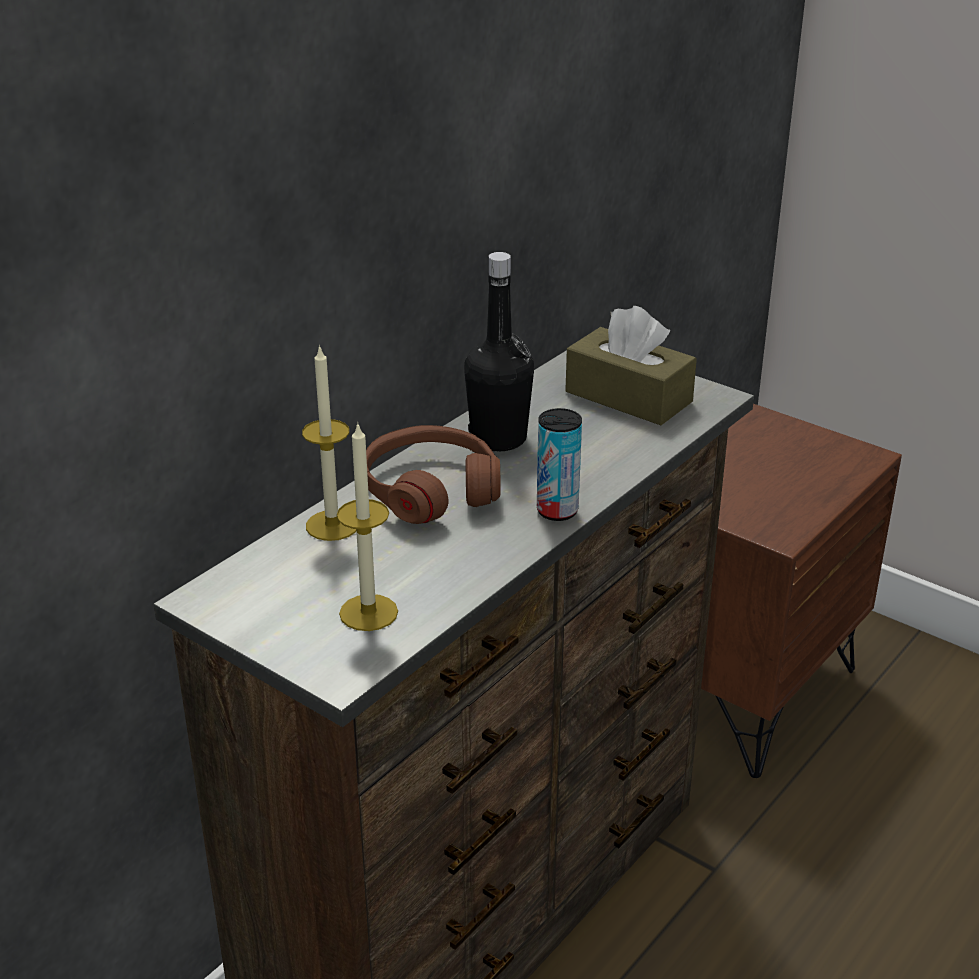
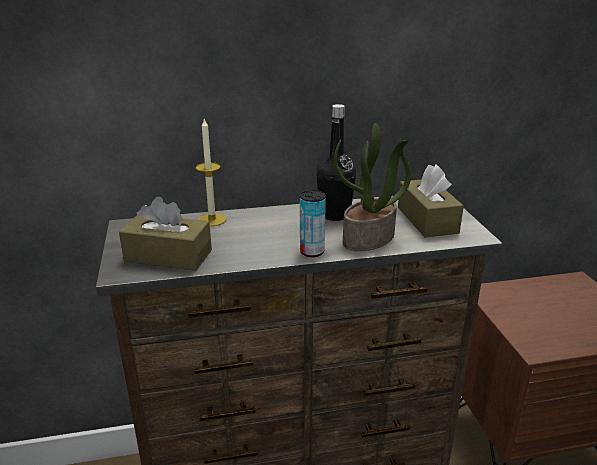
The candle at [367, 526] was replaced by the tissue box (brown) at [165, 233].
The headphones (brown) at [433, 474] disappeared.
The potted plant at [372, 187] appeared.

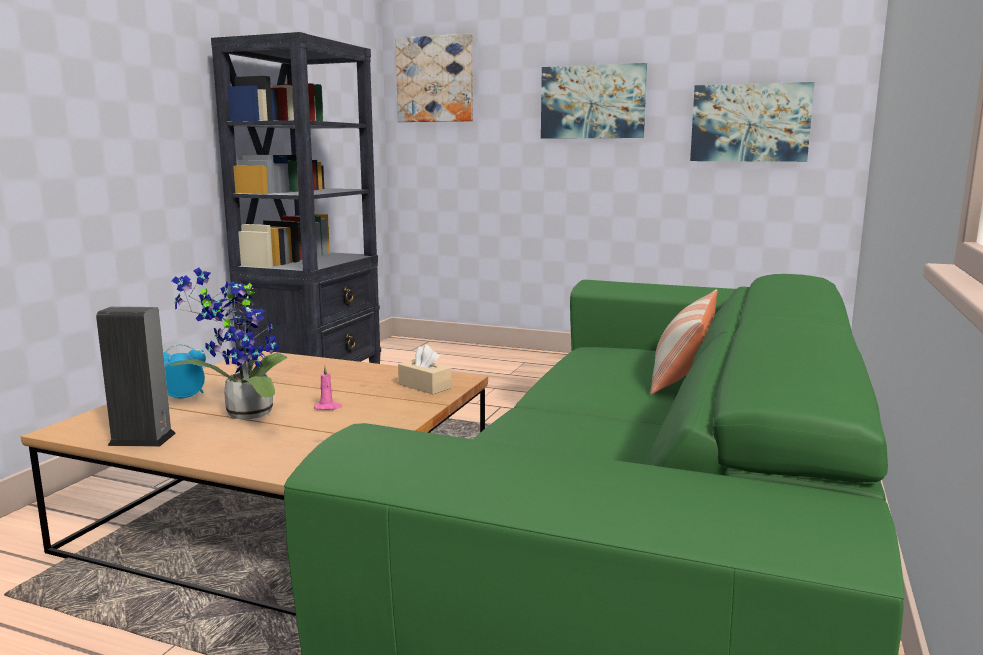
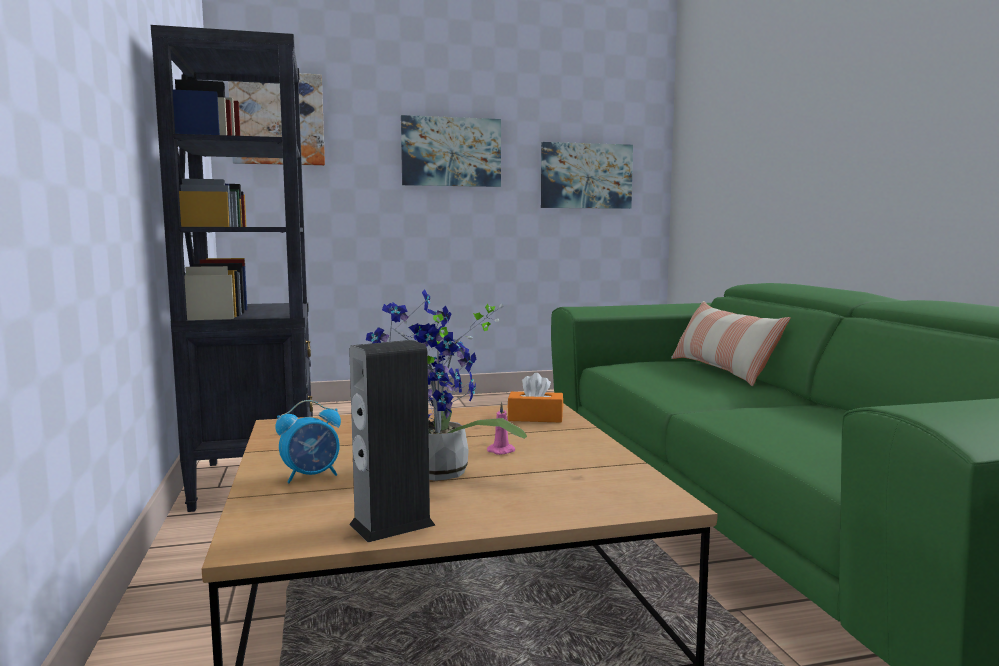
The alarm clock at [184, 371] turned 150 degrees counterclockwise.
The tissue box (beige) at [425, 369] became the tissue box (orange) at [535, 398].

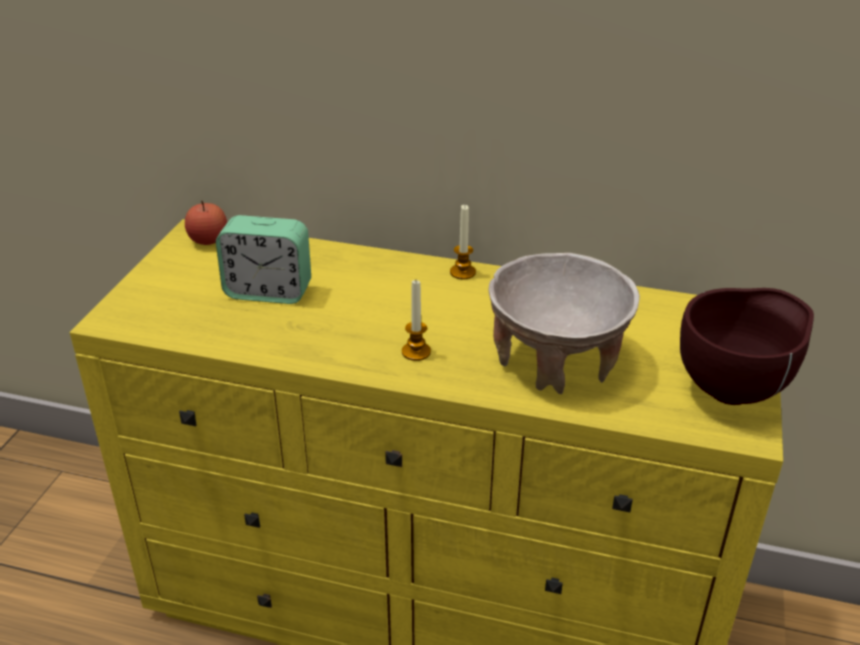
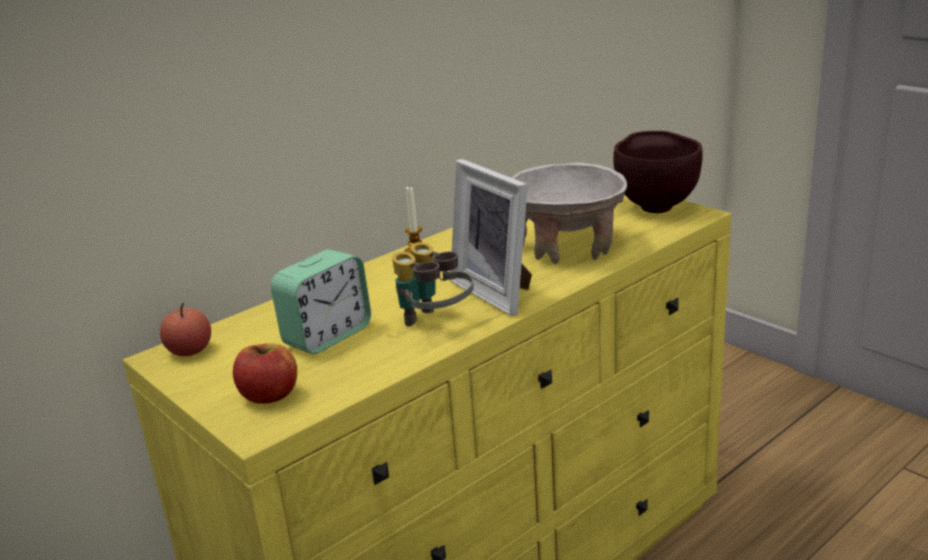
The candle at [416, 320] was replaced by the picture frame at [491, 237].
The apple at [265, 373] appeared.
The binoculars at [433, 284] appeared.

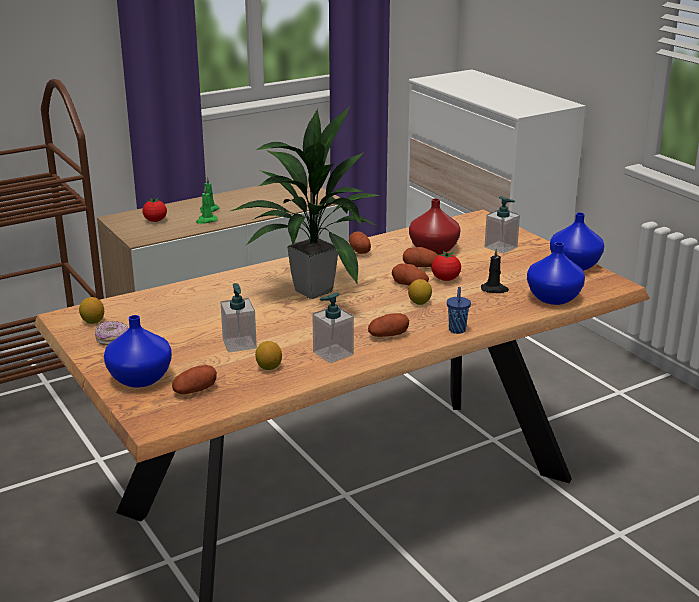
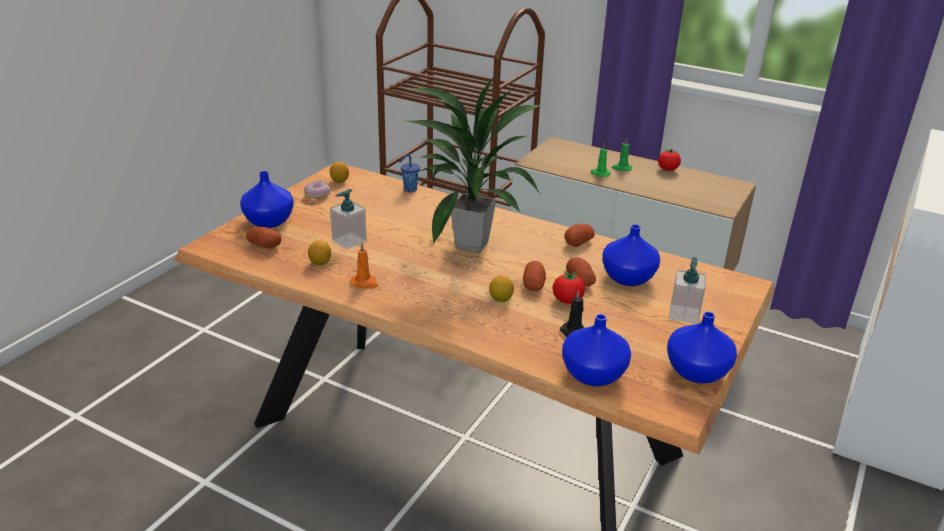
The tomato moved from [154, 210] to [669, 160].
The soap dispenser at [333, 327] was replaced by the candle (orange) at [364, 266].
The potato at [388, 325] disappeared.
The vase (red) at [435, 226] became the vase (blue) at [631, 255].
The cup (blue) moved from [459, 310] to [409, 173].

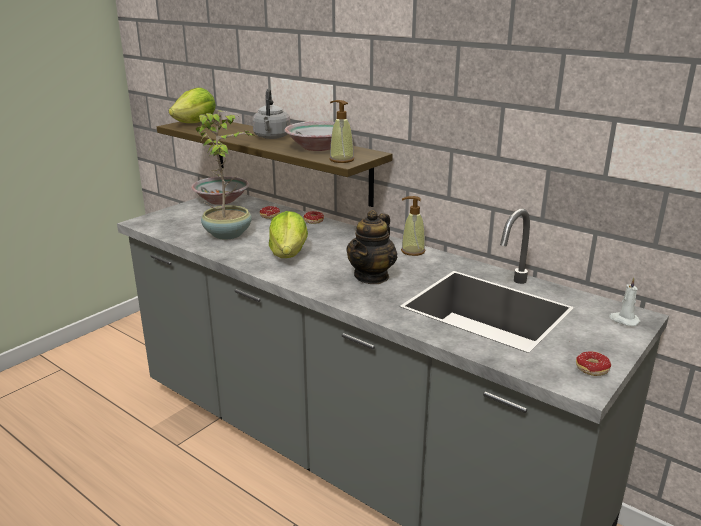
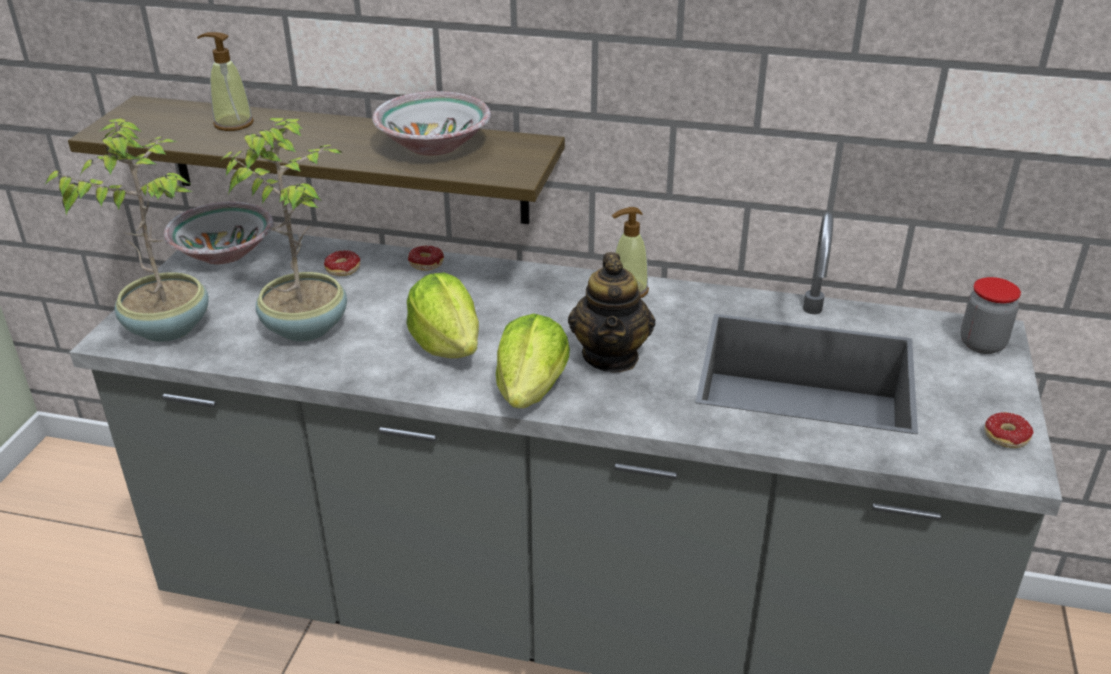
The lettuce moved from [192, 105] to [533, 361].
The kettle (grey) at [271, 114] disappeared.
The soap dispenser moved from [342, 131] to [225, 81].
The candle (white) at [625, 301] was replaced by the jar at [990, 315].
The potted plant at [127, 230] appeared.

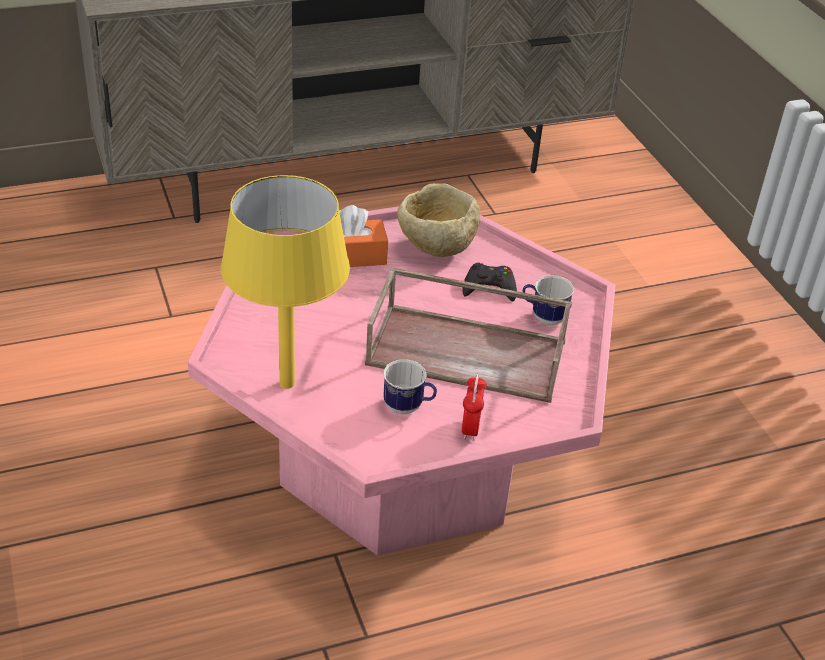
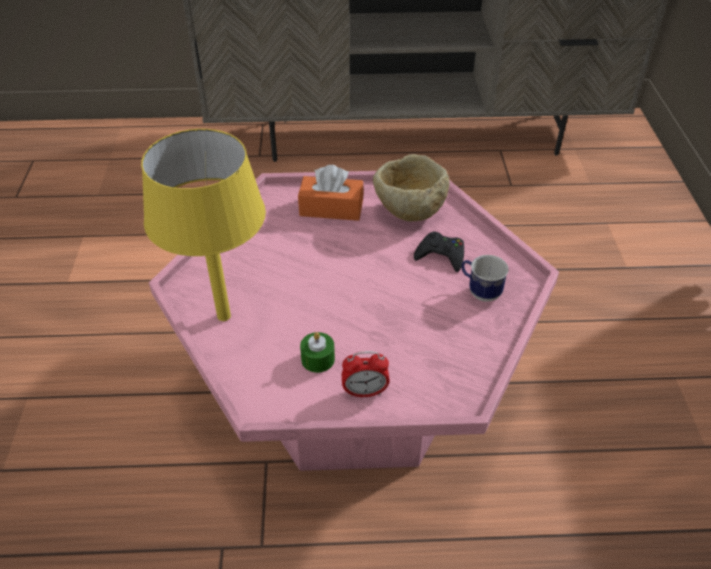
The tray (brown) at [468, 335] disappeared.
The mug at [410, 386] was replaced by the candle (green) at [317, 352].
The alarm clock at [474, 407] turned 60 degrees clockwise.

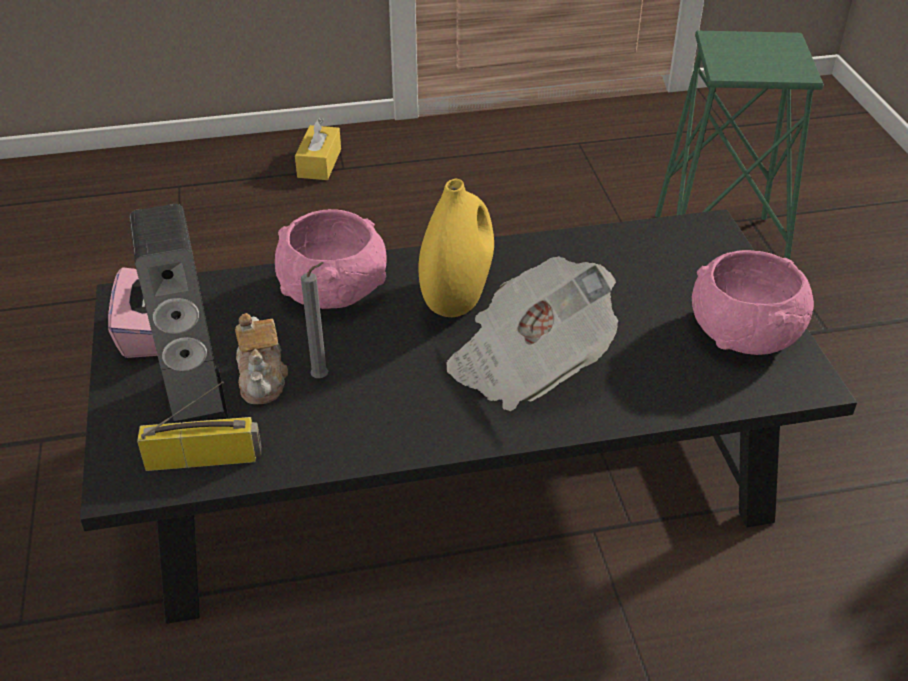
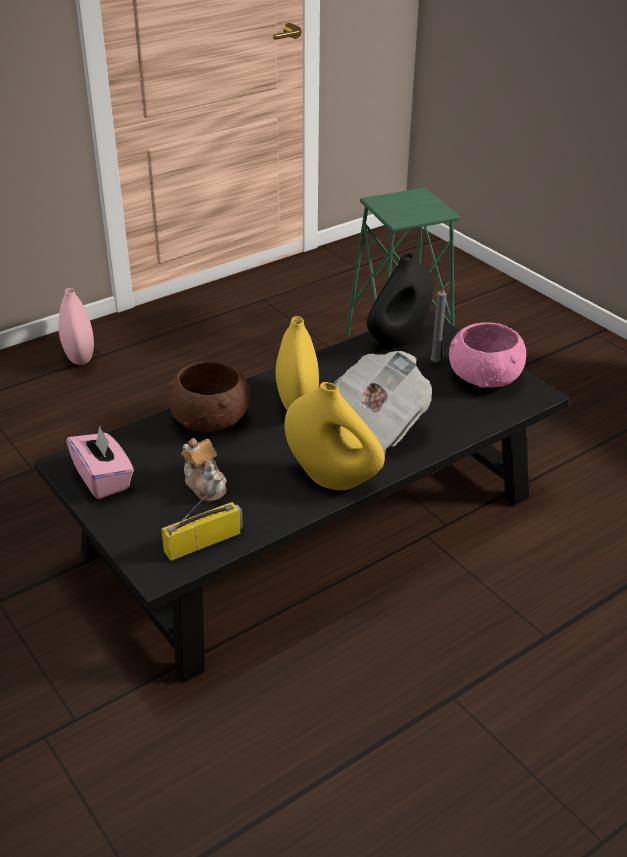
The speaker at [179, 313] disappeared.
The bowl (pink) at [331, 259] became the bowl (brown) at [209, 396].
The tissue box (yellow) at [318, 148] was replaced by the vase (pink) at [76, 326].
The candle (grey) moved from [314, 320] to [439, 322].
The vase (yellow) at [335, 436] appeared.
The vase (black) at [400, 300] appeared.

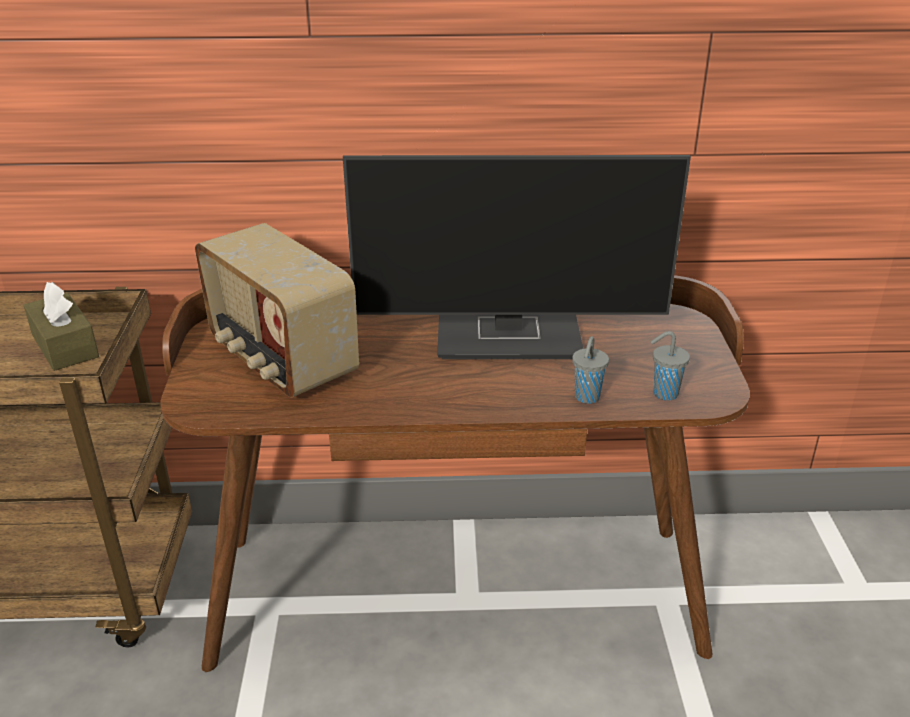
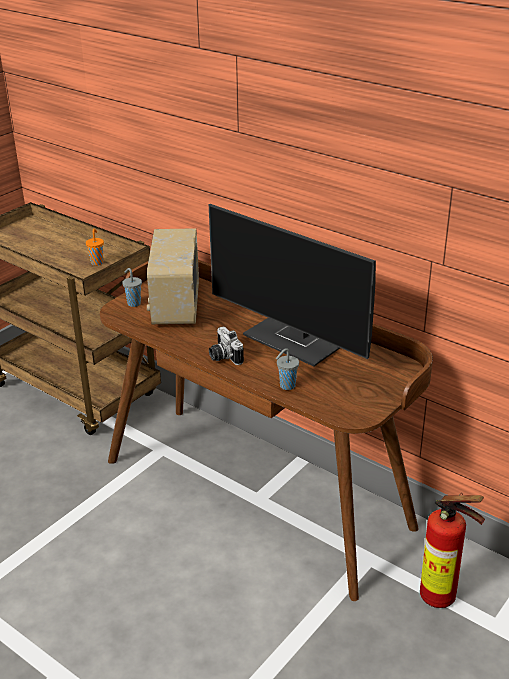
The tissue box (brown) at [61, 326] was replaced by the cup (orange) at [95, 247].
The cup (grey) moved from [670, 366] to [132, 287].
The photo camera at [226, 346] appeared.
The fire extinguisher at [452, 550] appeared.

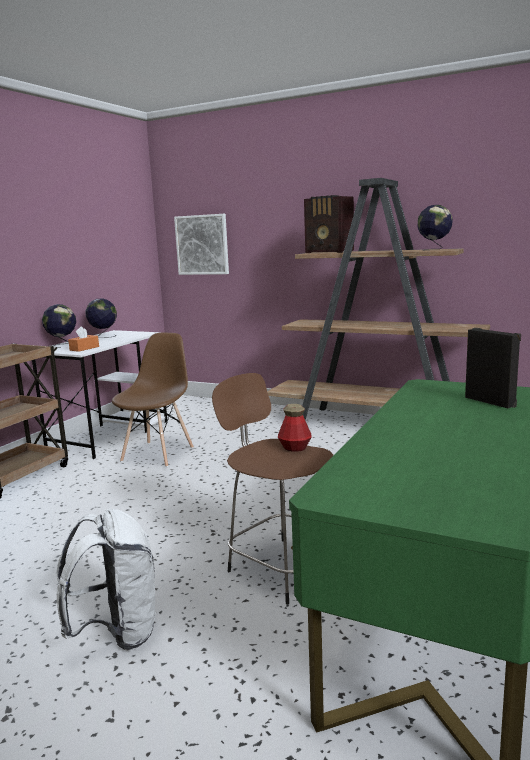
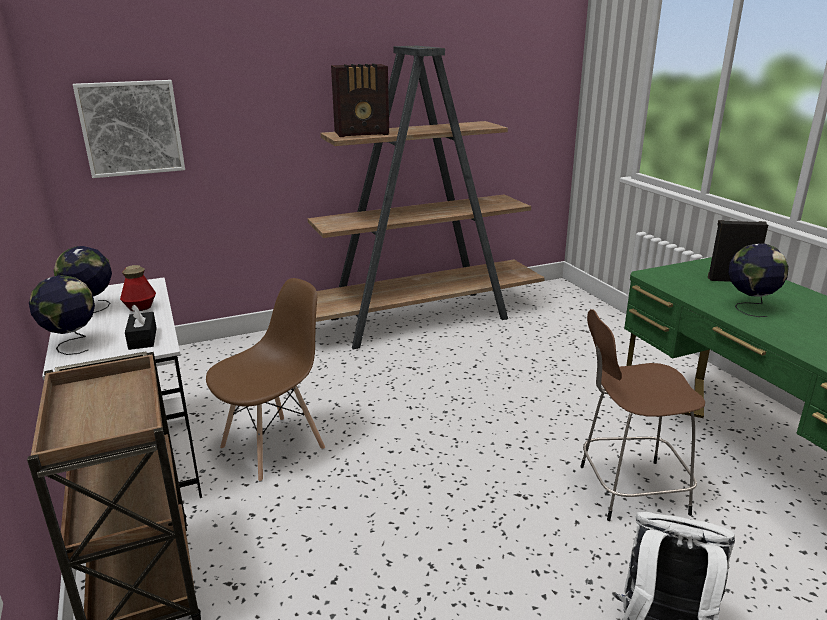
The tissue box (orange) at [83, 339] became the tissue box (black) at [141, 327].
The chair (brown) at [153, 400] turned 75 degrees clockwise.
The bottle moved from [294, 428] to [138, 288].
The globe moved from [435, 227] to [758, 280].

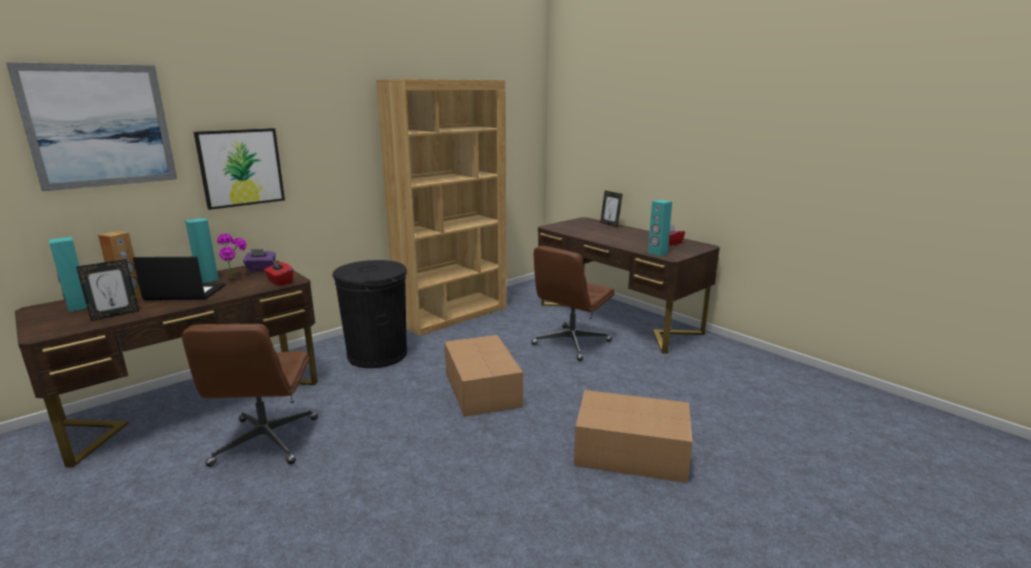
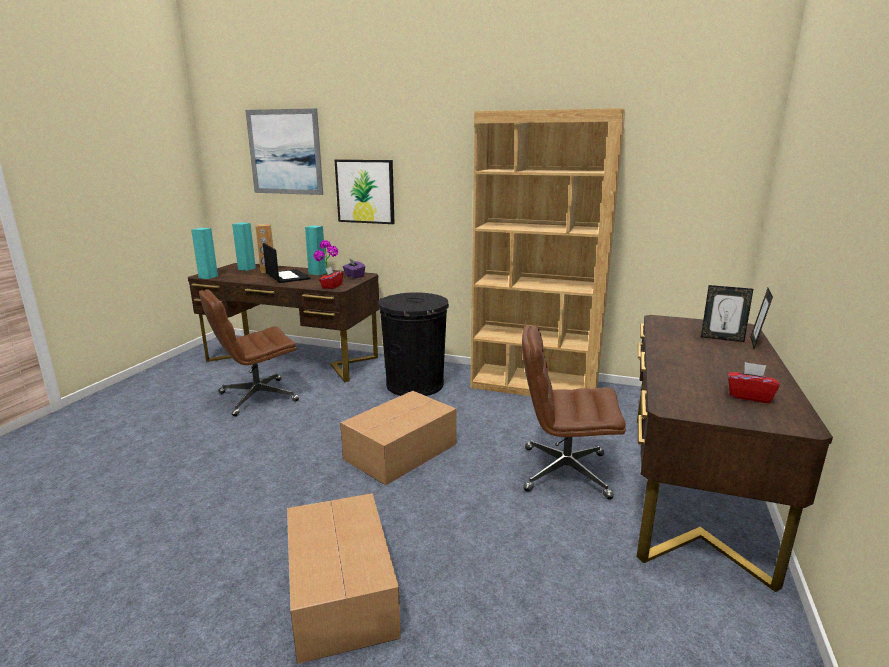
The picture frame moved from [107, 290] to [727, 313].
The speaker (turquoise) moved from [660, 228] to [204, 253].

